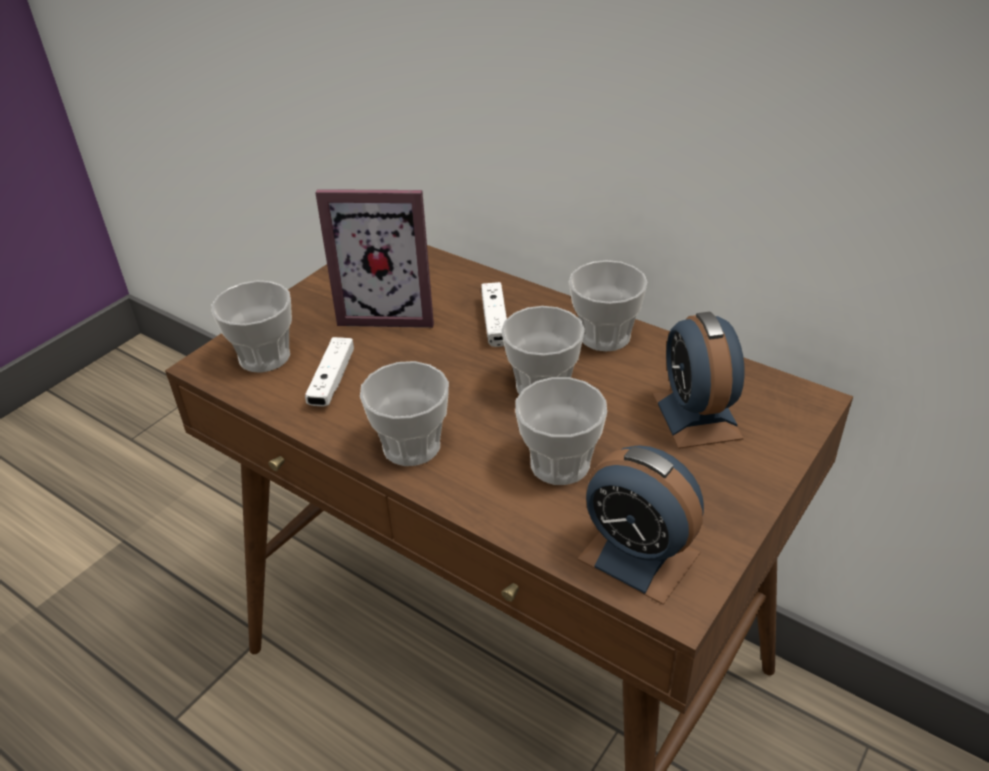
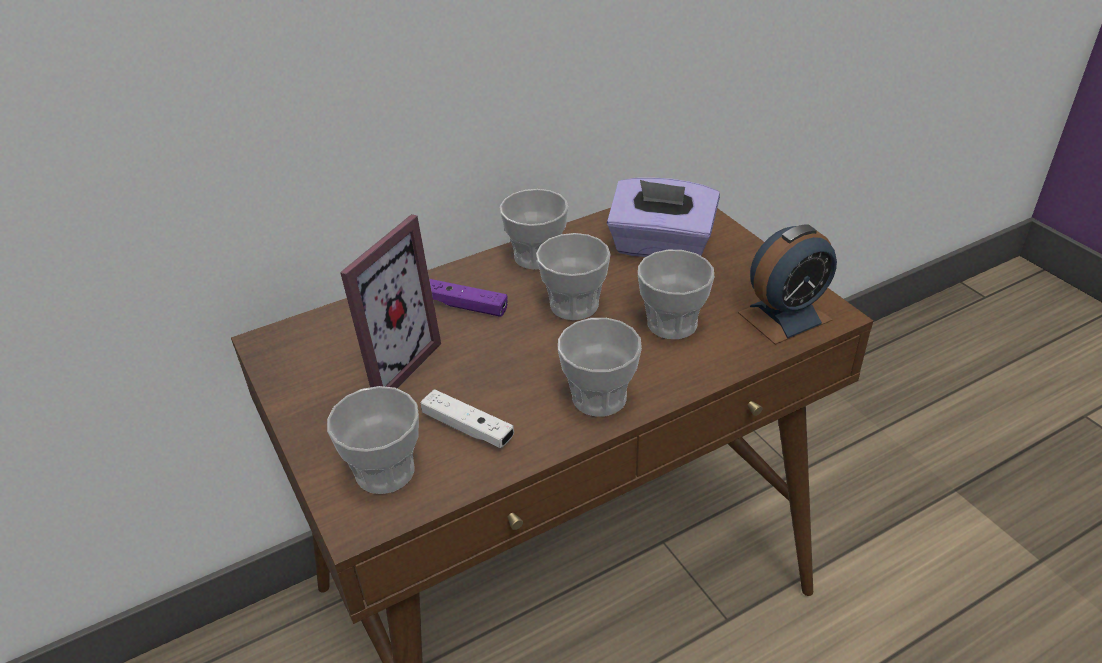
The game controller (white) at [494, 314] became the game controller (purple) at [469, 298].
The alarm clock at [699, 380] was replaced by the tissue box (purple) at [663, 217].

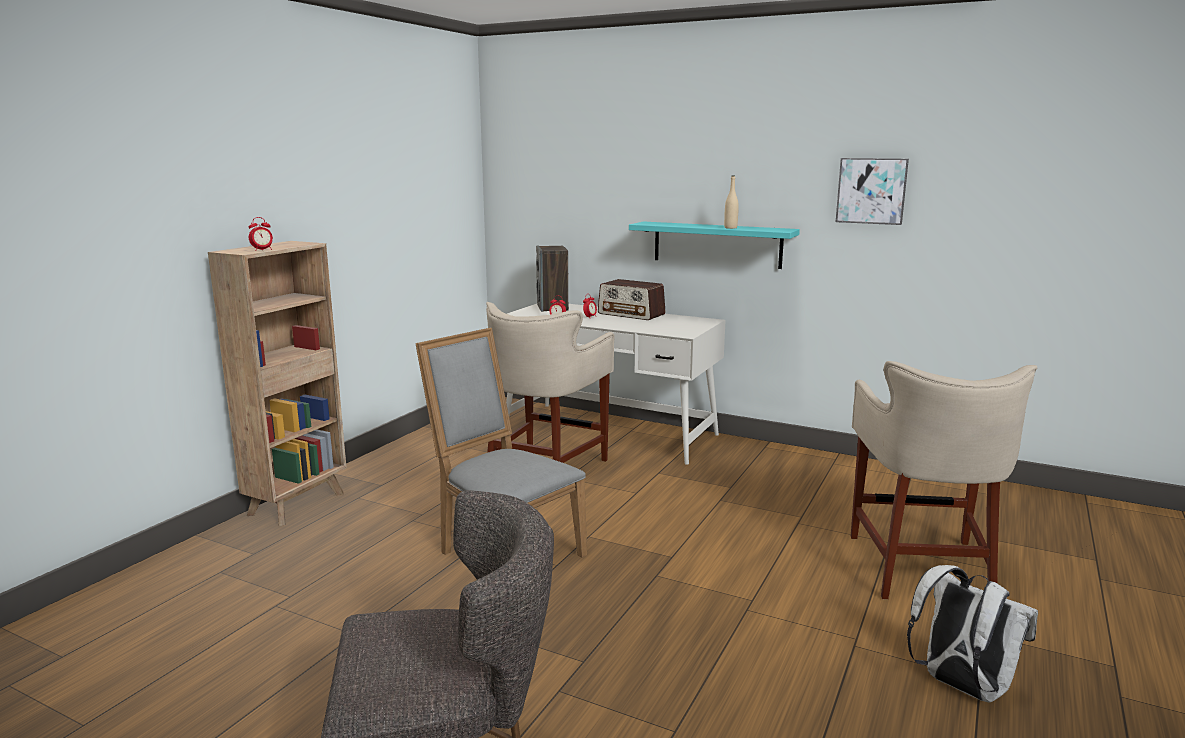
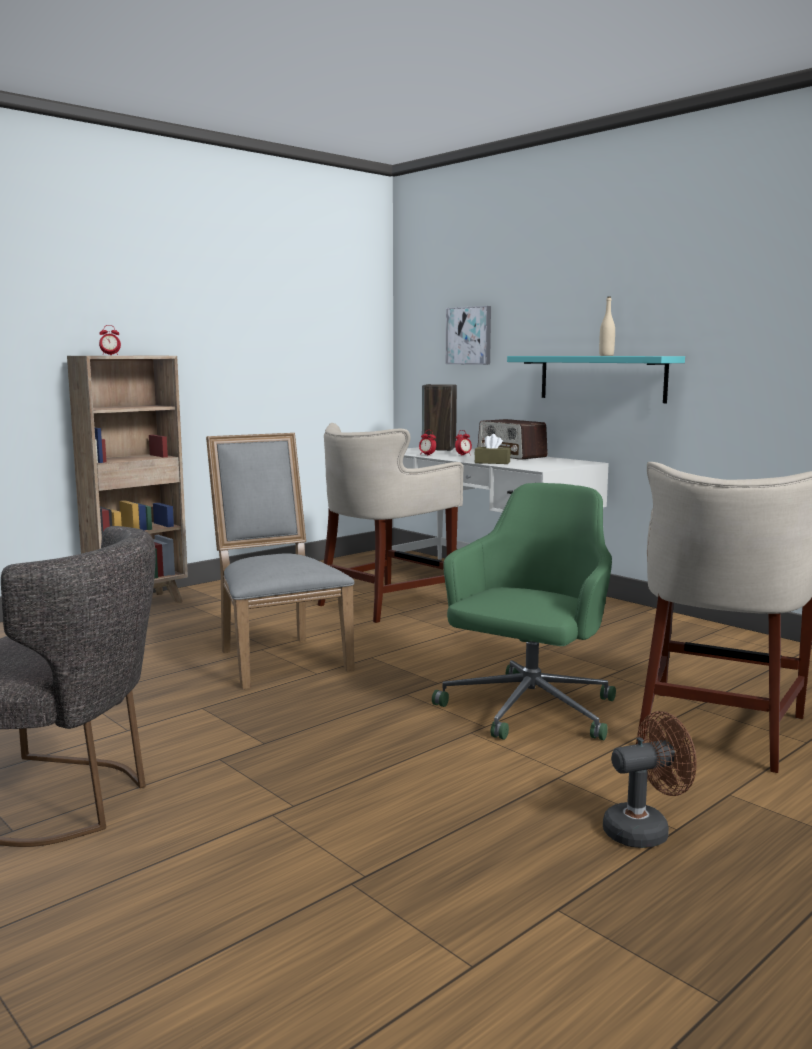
The picture moved from [872, 191] to [468, 335].
The backpack (white) at [972, 634] was replaced by the fan (brown) at [650, 779].
The office chair (green) at [524, 611] appeared.
The tissue box (brown) at [492, 449] appeared.

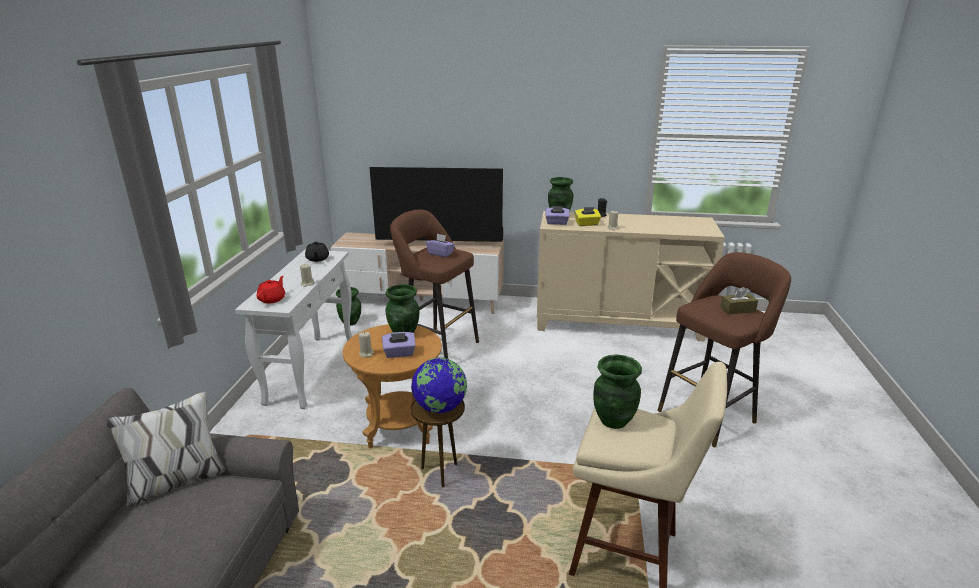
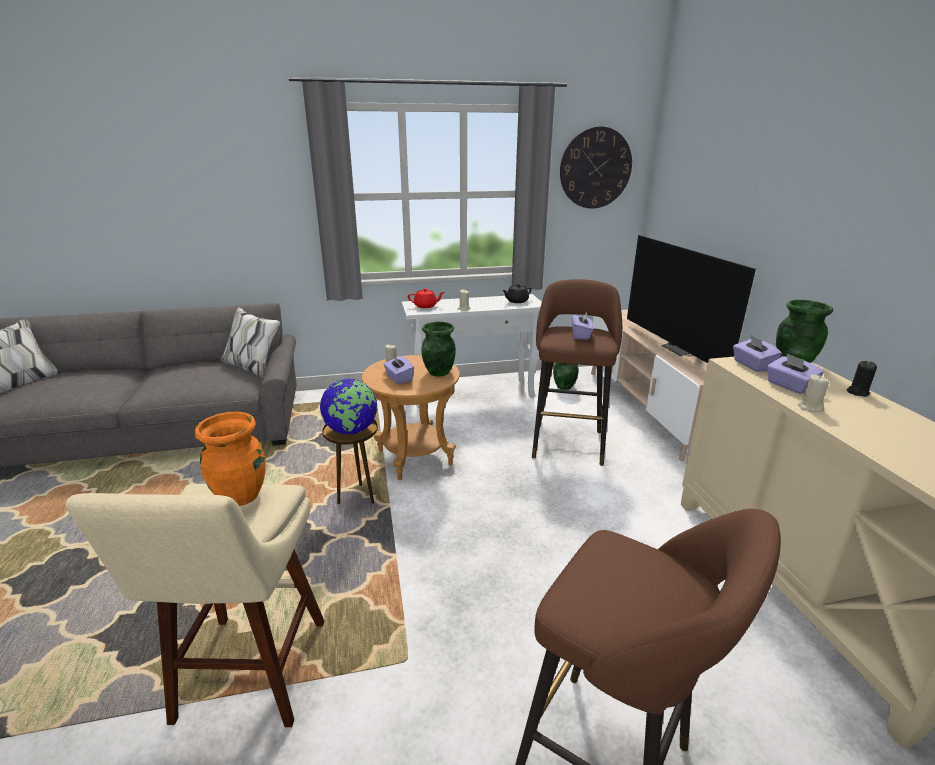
The tissue box (yellow) at [587, 216] became the tissue box (purple) at [795, 374].
The vase (green) at [617, 392] became the vase (orange) at [230, 459].
The tissue box (brown) at [739, 300] disappeared.
The wall clock at [596, 168] appeared.

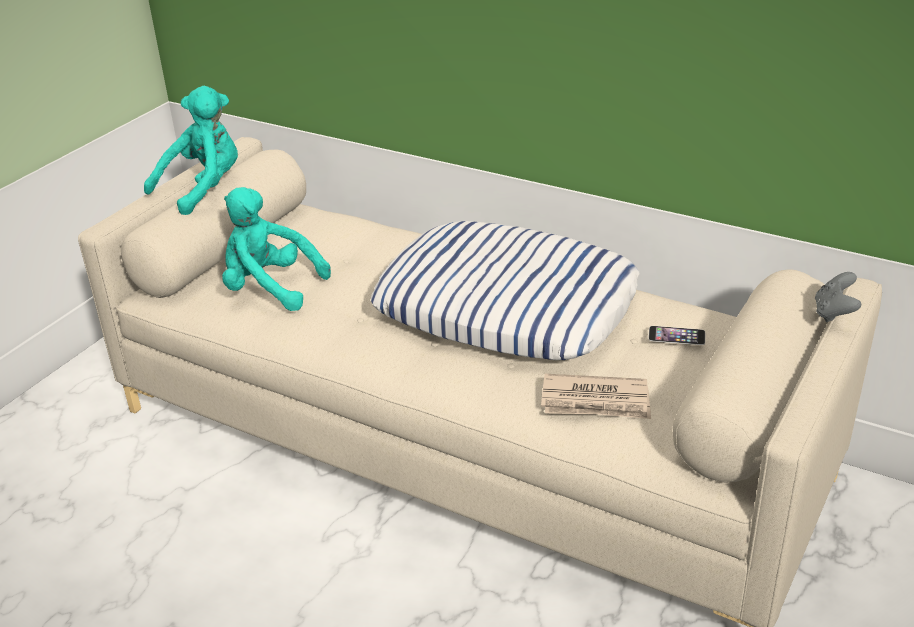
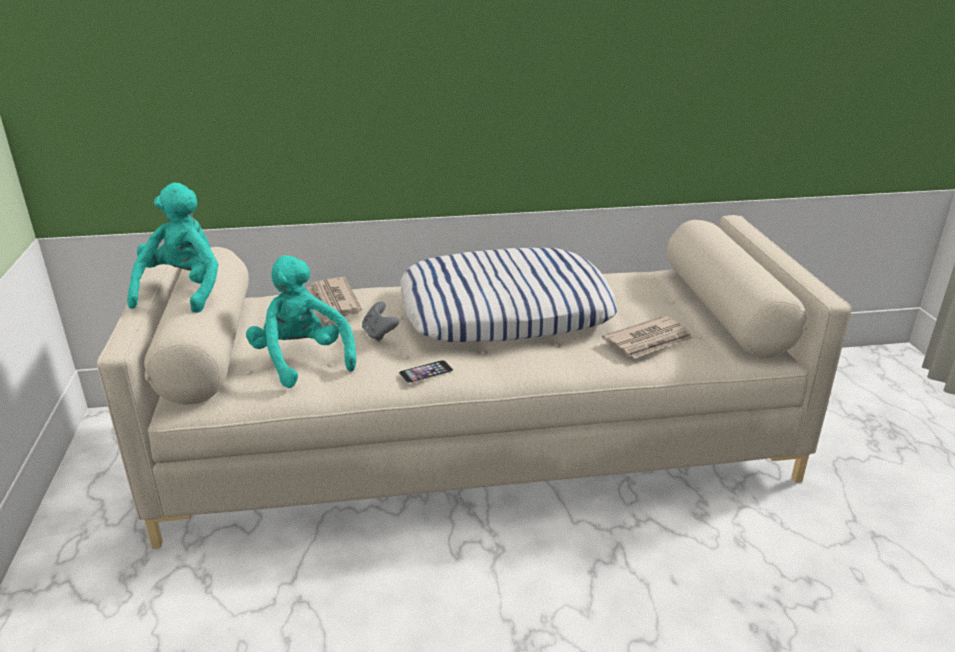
The plush toy (turquoise) at [276, 249] turned 75 degrees clockwise.
The phone moved from [676, 335] to [426, 371].
The game controller (grey) moved from [838, 297] to [381, 321].
The newspaper at [334, 300] appeared.

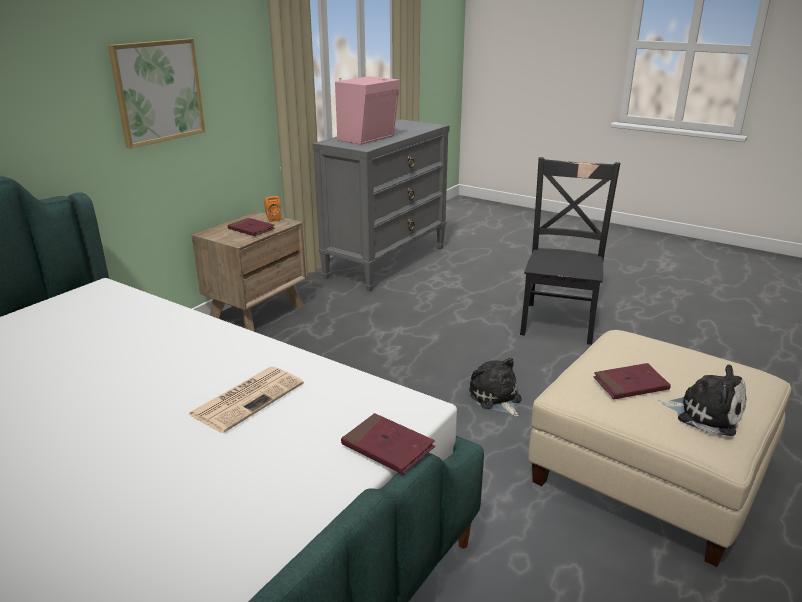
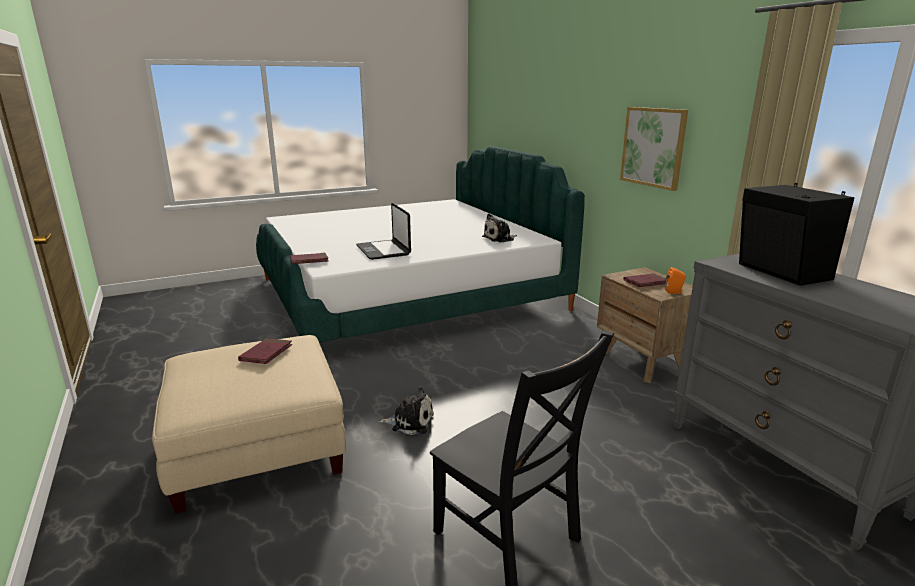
The newspaper at [246, 400] was replaced by the laptop at [383, 231].
The speaker (pink) at [367, 109] became the speaker (black) at [796, 234].
The plush toy moved from [702, 400] to [499, 228].

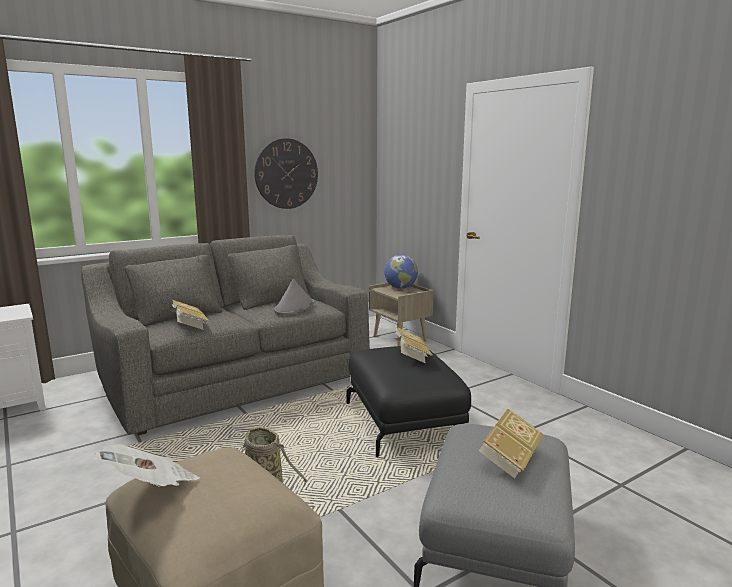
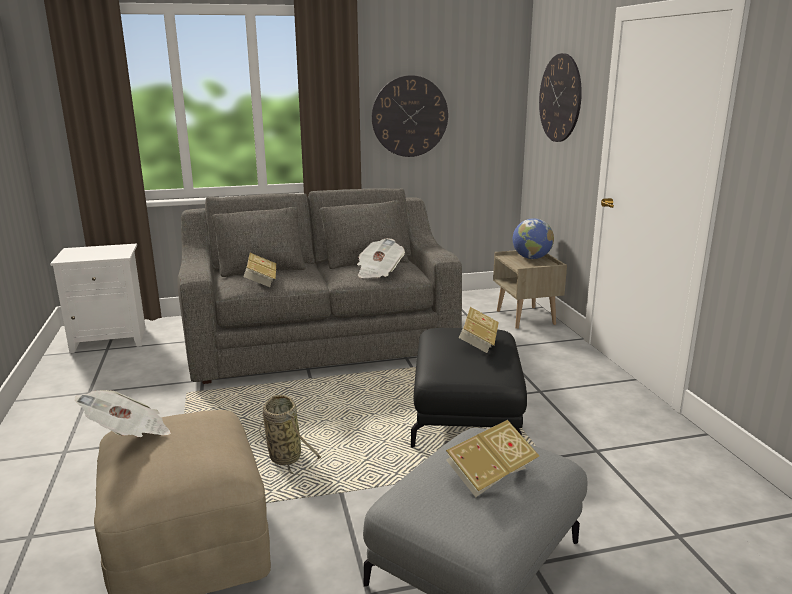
The hat (grey) at [294, 297] was replaced by the newspaper at [381, 258].
The wall clock at [560, 97] appeared.

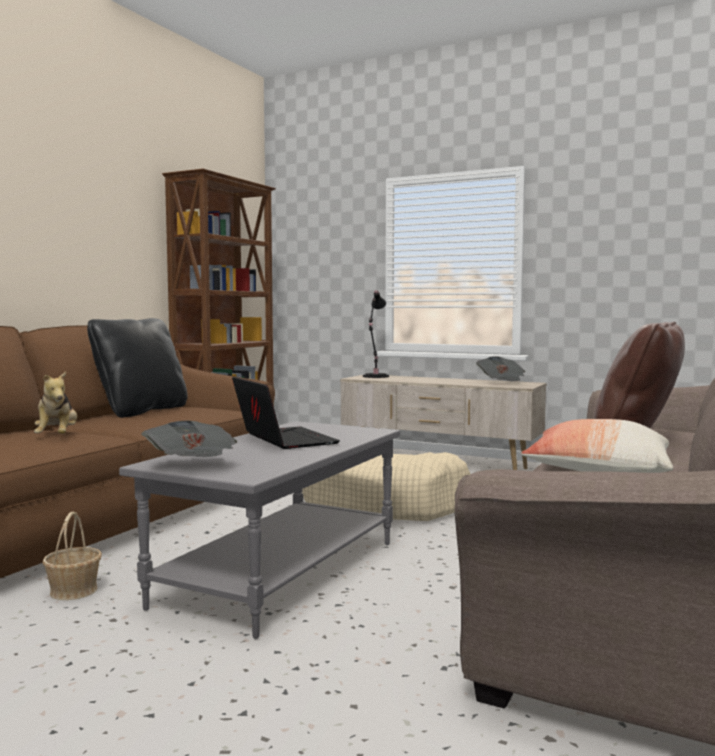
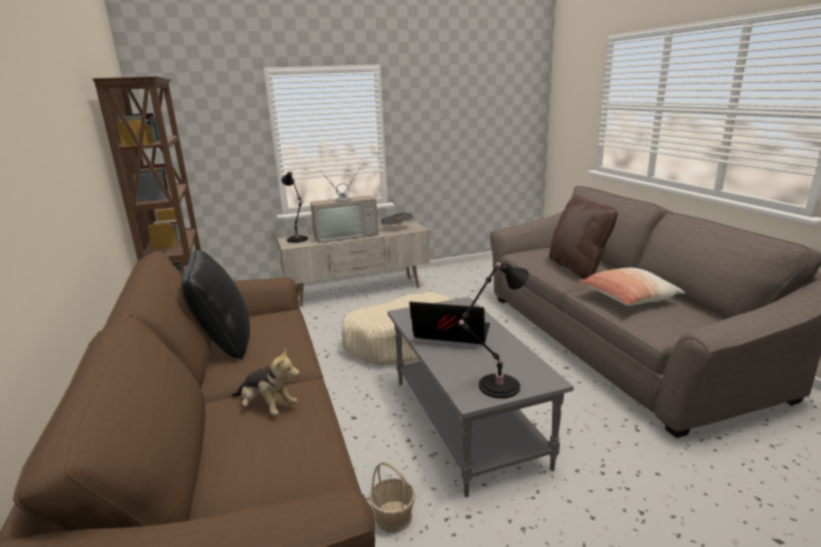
The newspaper at [189, 438] was replaced by the table lamp (black) at [494, 330].
The television at [344, 206] appeared.

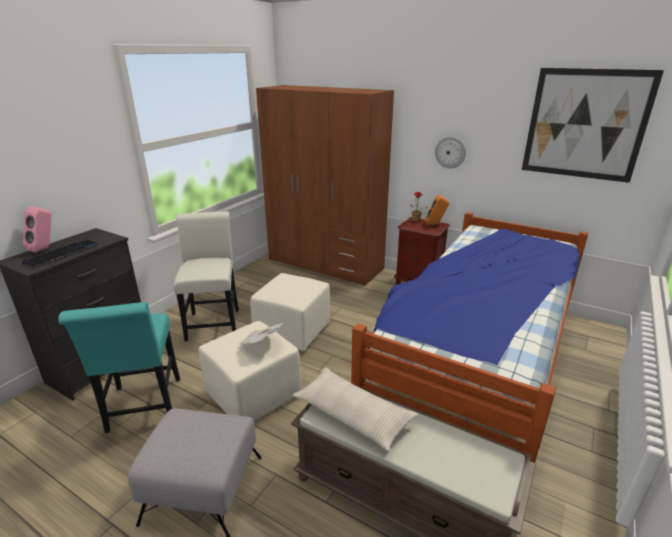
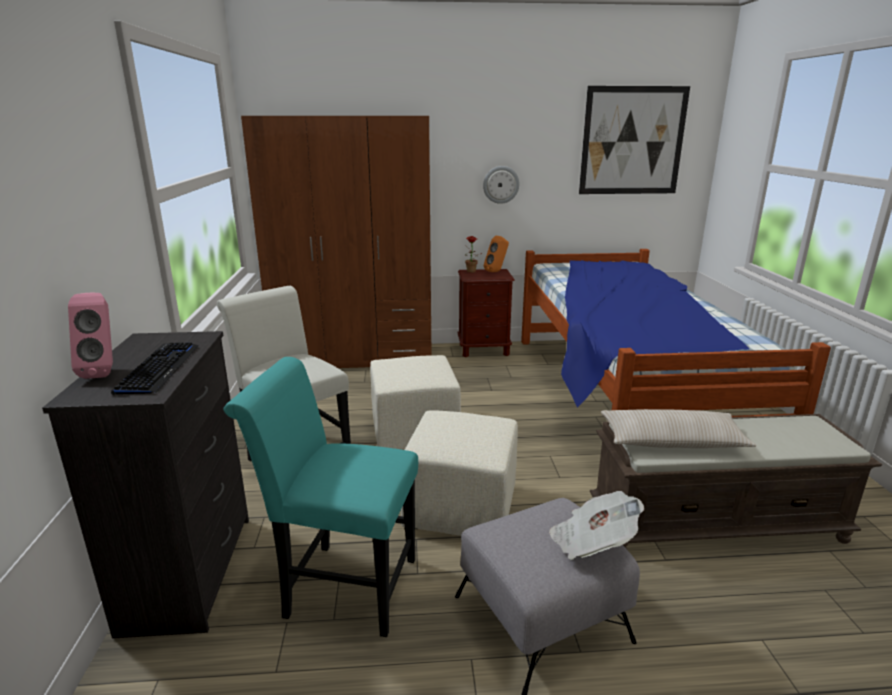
The chair (turquoise) at [119, 367] turned 150 degrees clockwise.
The newspaper moved from [261, 334] to [597, 525].

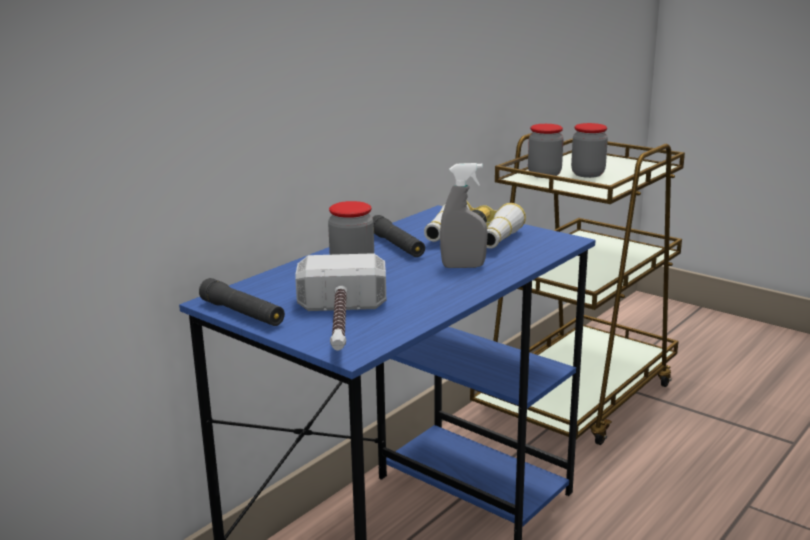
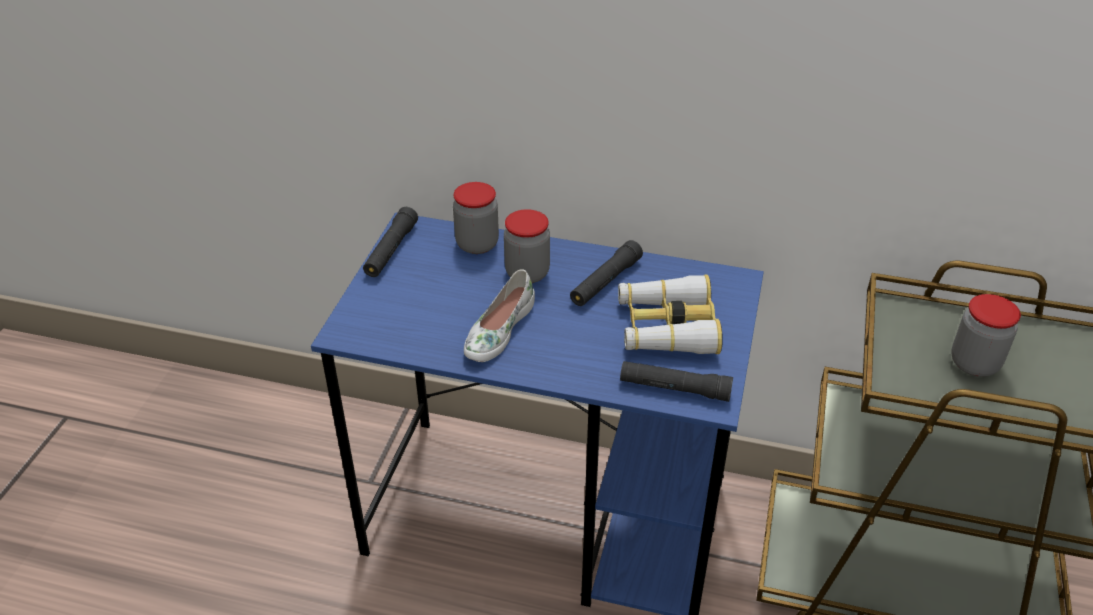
The hammer at [340, 301] disappeared.
The spray bottle (grey) at [464, 215] disappeared.
The jar moved from [546, 151] to [476, 218].
The shoe (white) at [499, 315] appeared.
The flashlight (black) at [676, 381] appeared.

